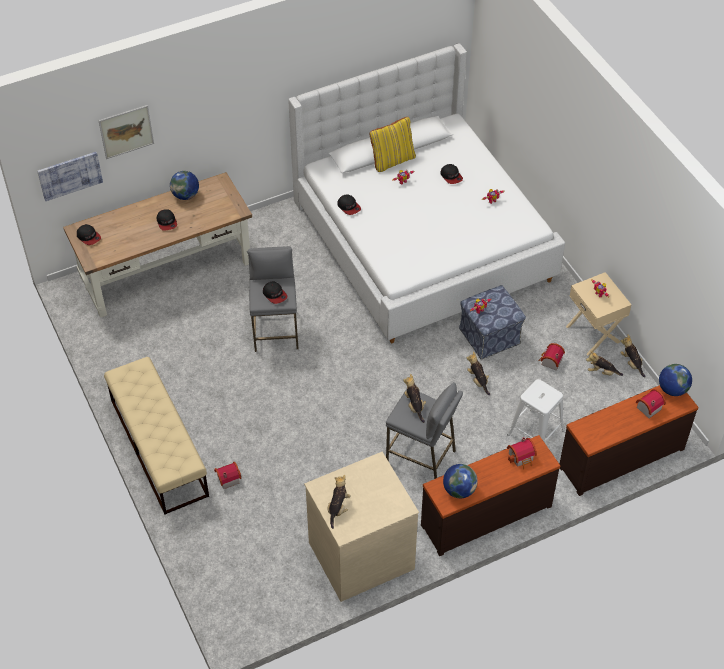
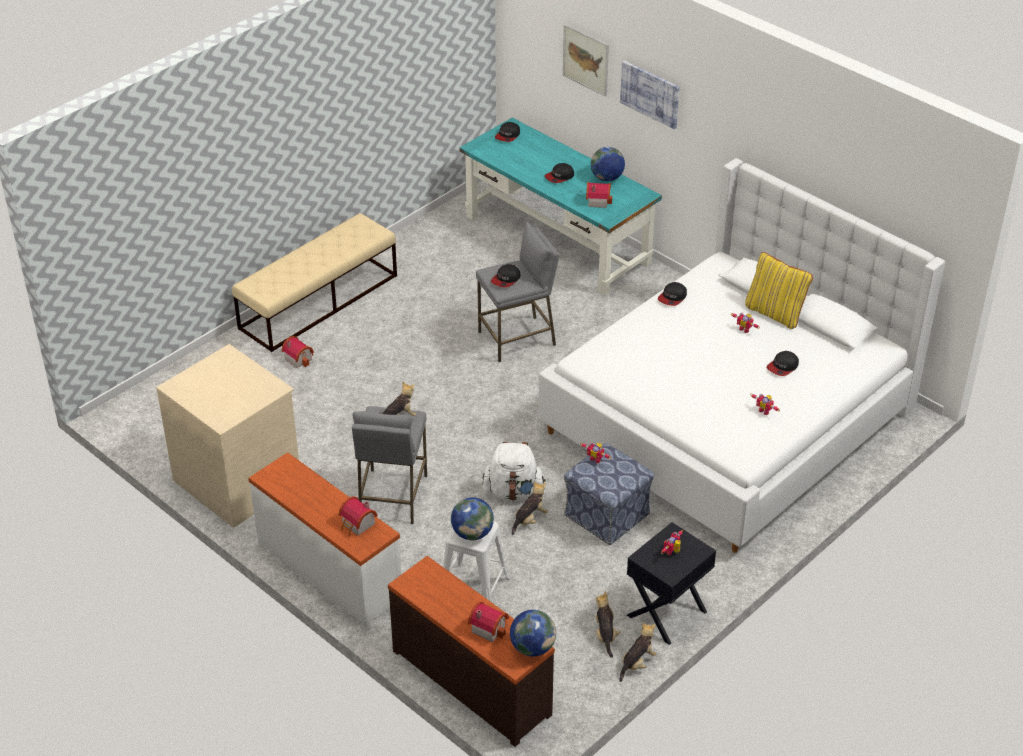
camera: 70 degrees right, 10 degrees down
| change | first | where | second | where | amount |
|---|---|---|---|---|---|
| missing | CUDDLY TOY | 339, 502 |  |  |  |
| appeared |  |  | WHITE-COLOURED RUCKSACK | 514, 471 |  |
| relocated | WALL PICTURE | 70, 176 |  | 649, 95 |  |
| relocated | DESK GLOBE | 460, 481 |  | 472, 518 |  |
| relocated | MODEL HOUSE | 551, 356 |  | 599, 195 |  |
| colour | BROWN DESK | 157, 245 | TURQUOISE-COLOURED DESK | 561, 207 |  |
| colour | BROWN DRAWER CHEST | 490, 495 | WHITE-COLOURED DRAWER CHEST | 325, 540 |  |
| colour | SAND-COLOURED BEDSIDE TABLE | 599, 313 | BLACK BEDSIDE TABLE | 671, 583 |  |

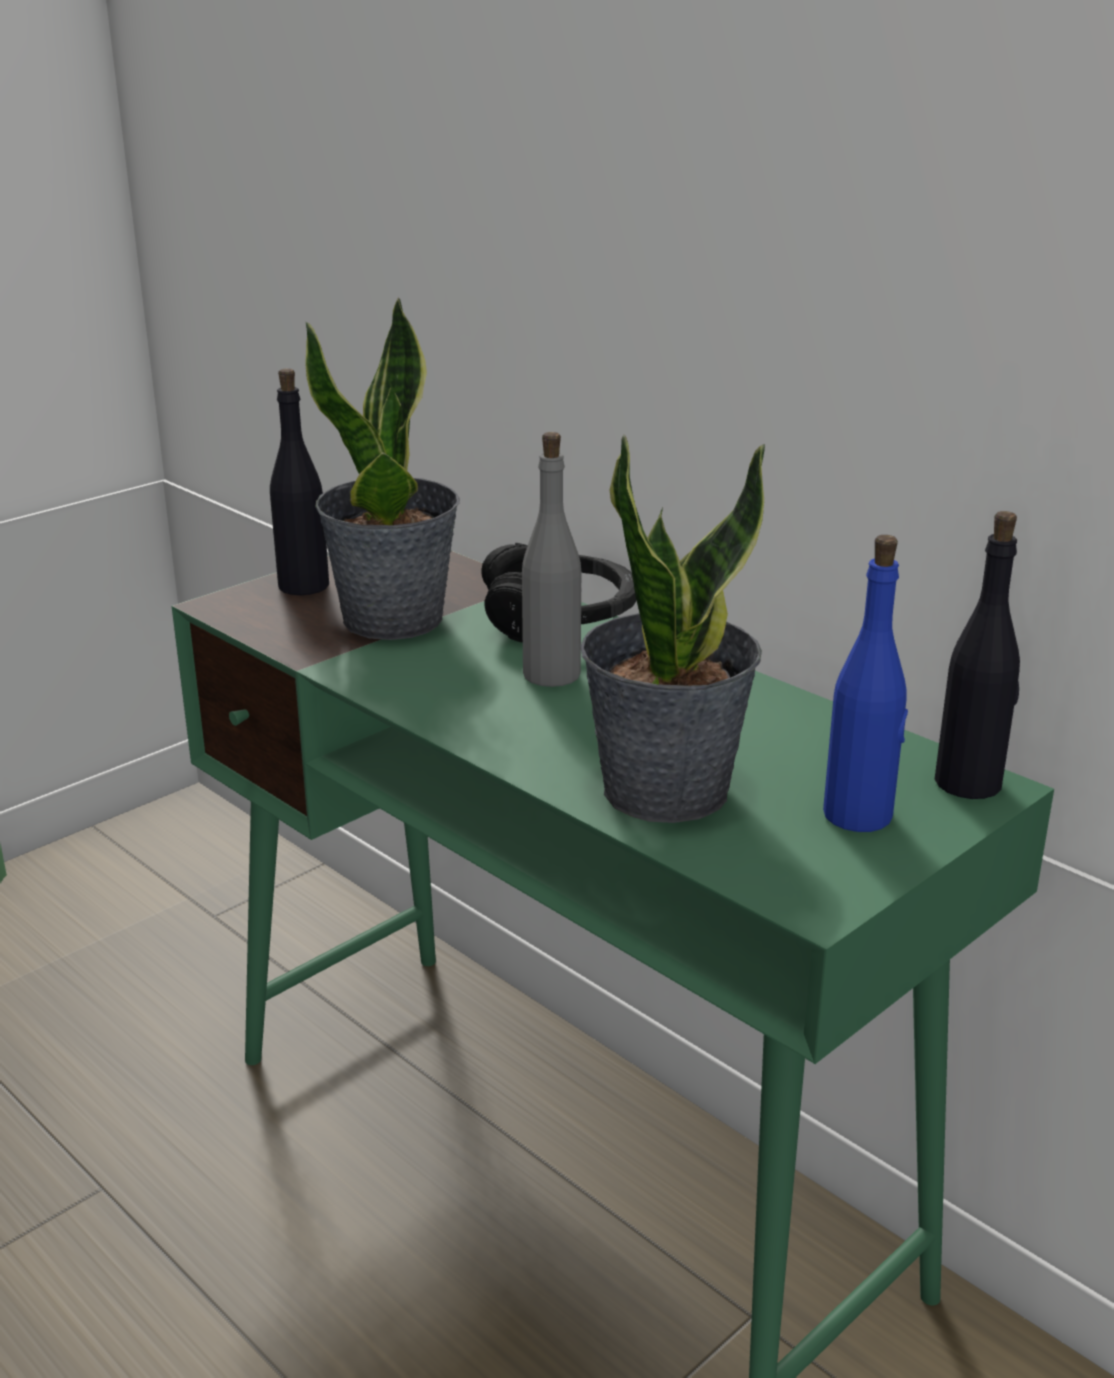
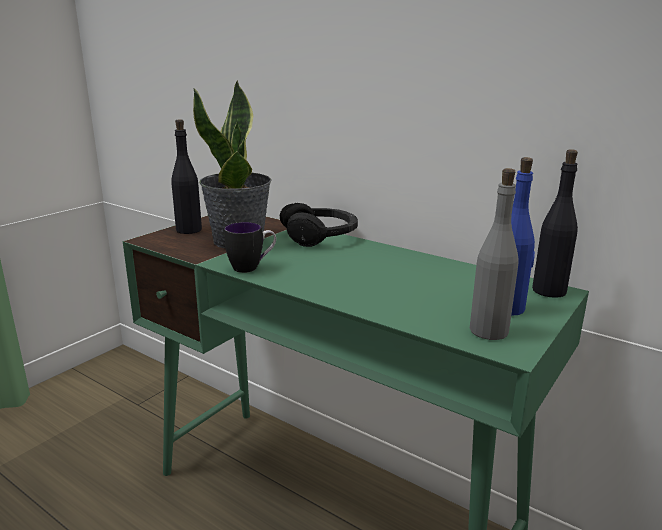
camera: 10 degrees left, 5 degrees down
| change | first | where | second | where | amount |
|---|---|---|---|---|---|
| missing | POTTED PLANT | 672, 628 |  |  |  |
| appeared |  |  | COFFEE MUG | 250, 247 |  |
| relocated | GREYISH BEVERAGE BOTTLE | 551, 559 |  | 494, 254 |  |

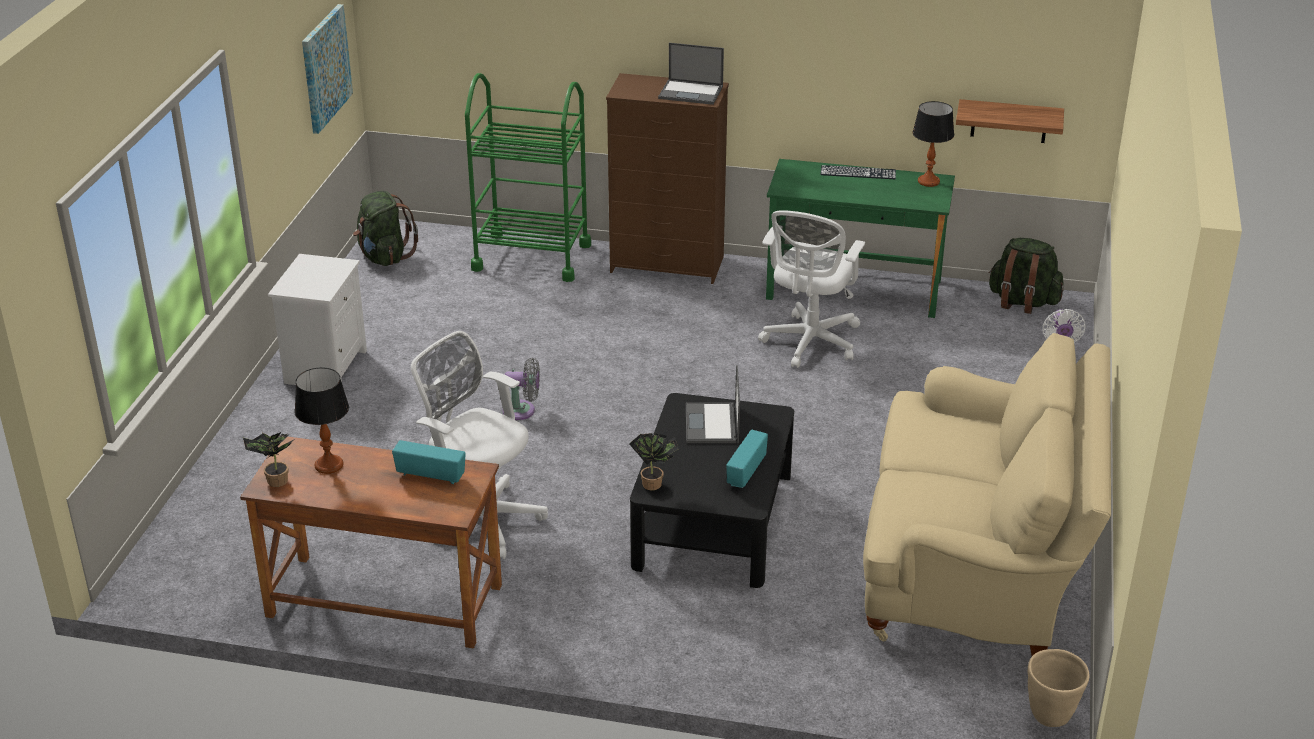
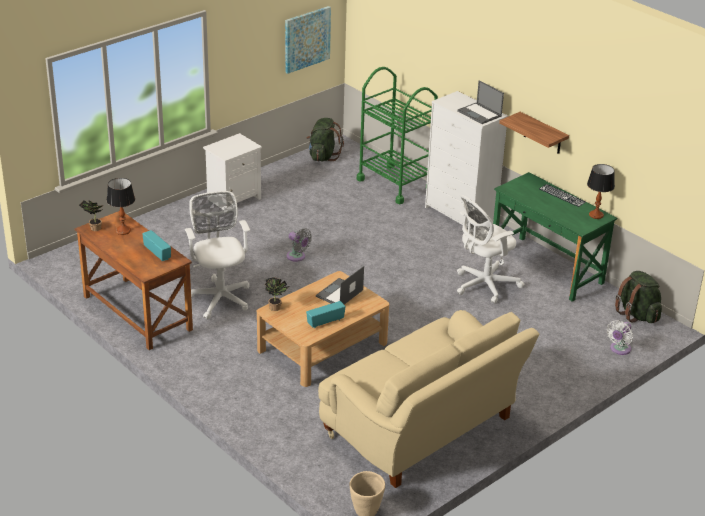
camera: 35 degrees right, 0 degrees up
| change | first | where | second | where | amount |
|---|---|---|---|---|---|
| relocated | SHELF | 1010, 121 |  | 534, 133 |  |
| colour | BROWN DRAWER CHEST | 667, 178 | WHITE-COLOURED DRAWER CHEST | 466, 159 |  |
| colour | BLACK COFFEE TABLE | 712, 490 | SAND-COLOURED COFFEE TABLE | 323, 329 |  |

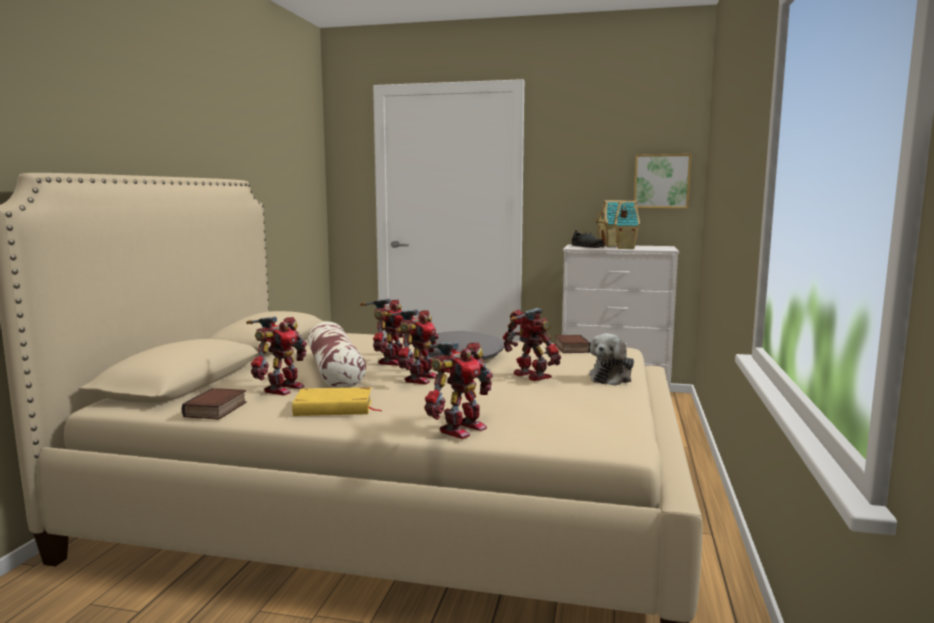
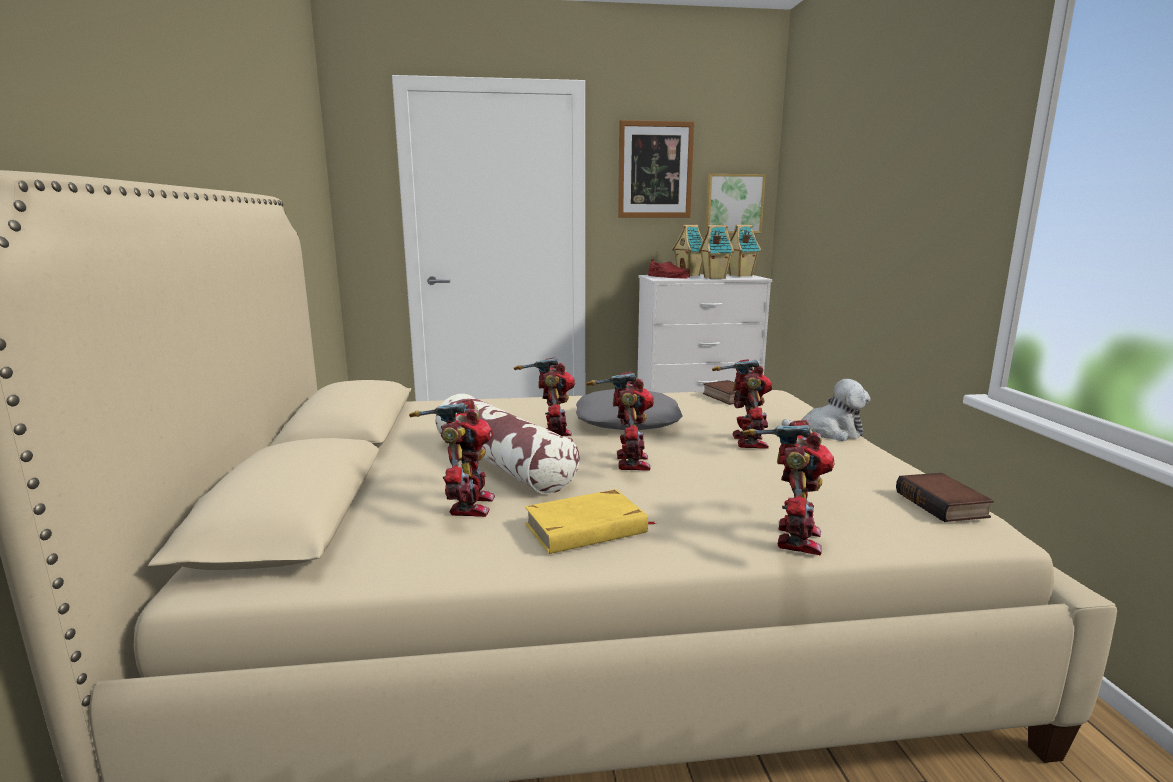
camera: 20 degrees left, 5 degrees up
| change | first | where | second | where | amount |
|---|---|---|---|---|---|
| appeared |  |  | WALL PICTURE | 656, 168 |  |
| appeared |  |  | MODEL HOUSE | 744, 251 |  |
| relocated | BOOK | 214, 403 |  | 945, 497 |  |
| colour | BLACK SHOE | 588, 239 | RED SHOE | 669, 269 |  |
| spun | TOY ROBOT | 532, 344 |  | 742, 404 | 60 degrees clockwise |
| spun | CUDDLY TOY | 612, 359 |  | 826, 410 | 105 degrees counterclockwise |

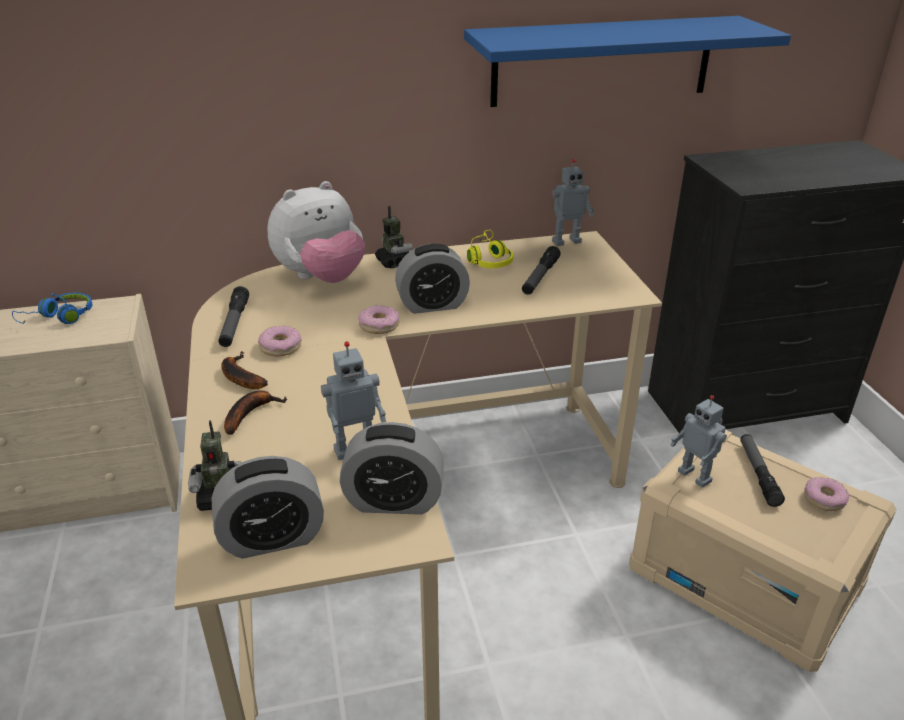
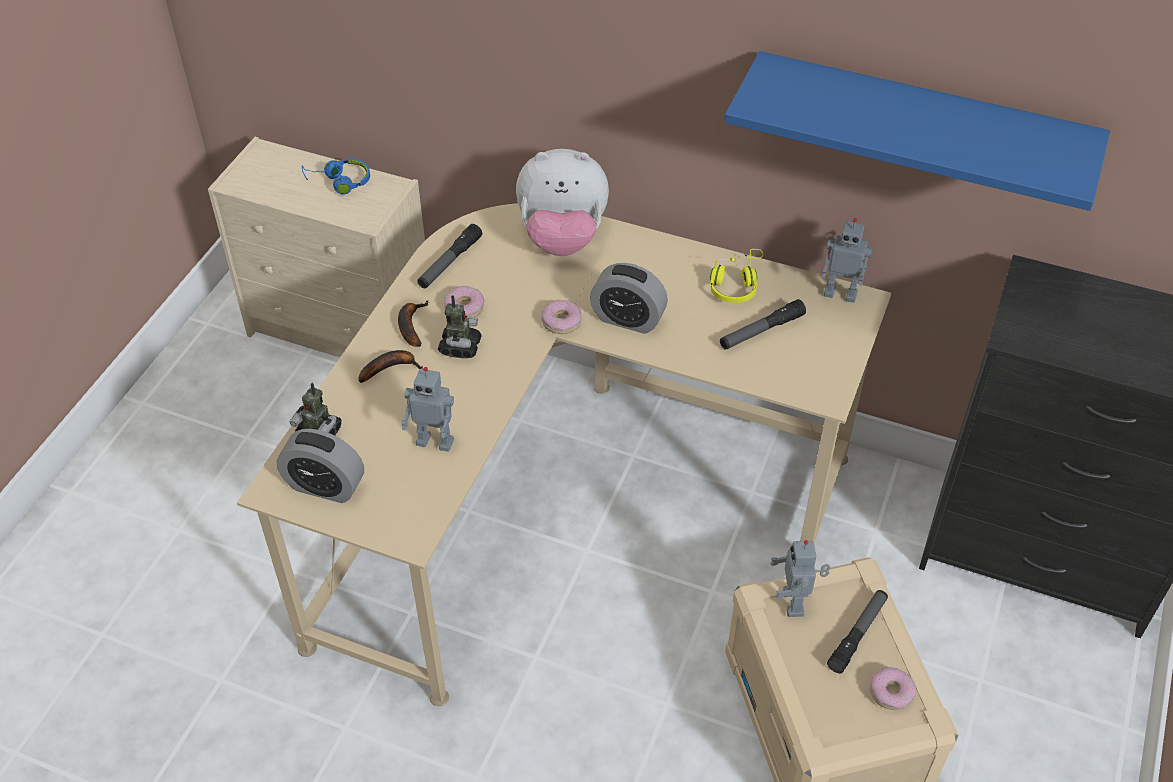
camera: 35 degrees right, 15 degrees up
| change | first | where | second | where | amount |
|---|---|---|---|---|---|
| missing | TABLE CLOCK | 392, 468 |  |  |  |
| relocated | TOY ROBOT | 394, 237 |  | 460, 326 |  |

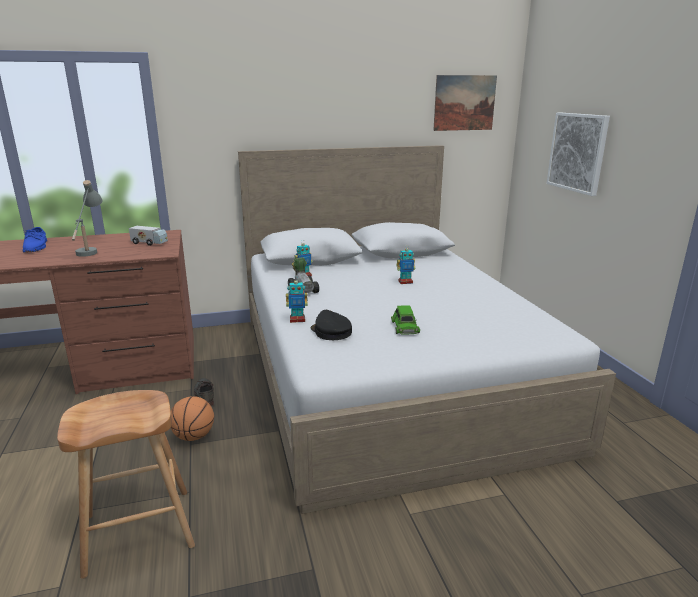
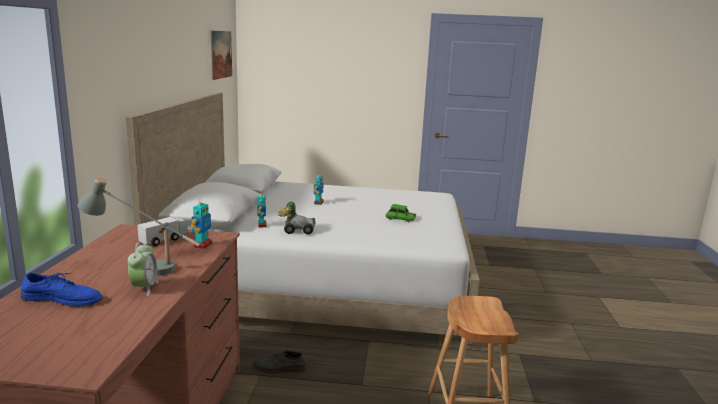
camera: 70 degrees left, 5 degrees down
| change | first | where | second | where | amount |
|---|---|---|---|---|---|
| missing | BASKETBALL BALL | 192, 418 |  |  |  |
| missing | BLACK PEAKED CAP | 331, 325 |  |  |  |
| missing | WALL PICTURE | 578, 154 |  |  |  |
| appeared |  |  | TABLE CLOCK | 143, 269 |  |
| relocated | TOY ROBOT | 297, 300 |  | 201, 223 |  |

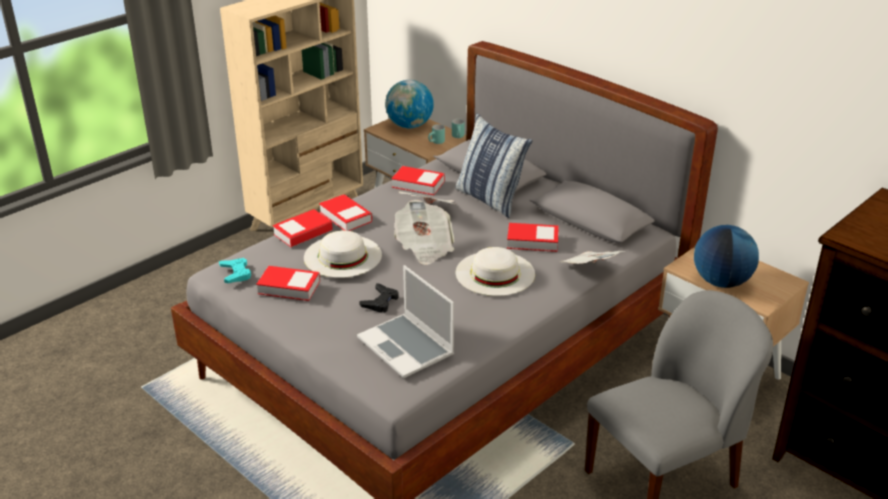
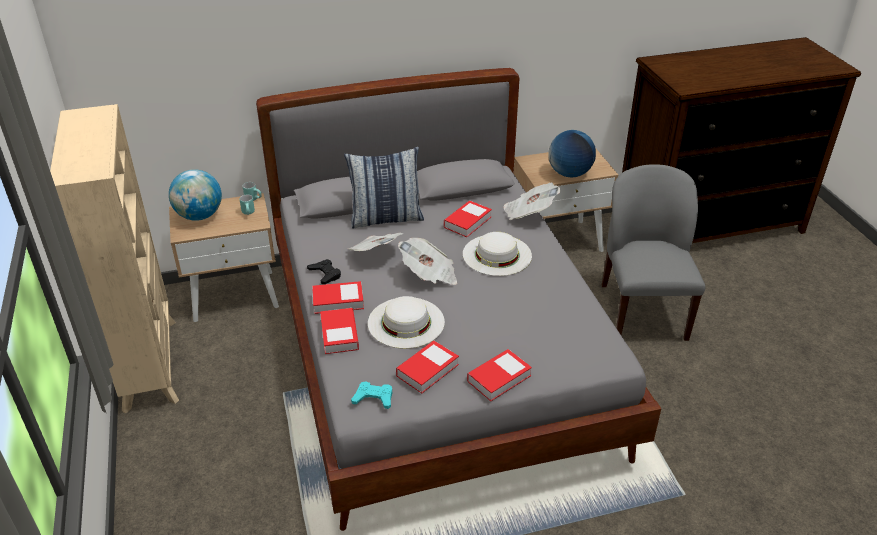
camera: 60 degrees left, 5 degrees up
| change | first | where | second | where | amount |
|---|---|---|---|---|---|
| missing | PORTABLE COMPUTER | 405, 321 |  |  |  |
| relocated | BLACK JOYPAD | 379, 298 |  | 324, 271 |  |
| relocated | BOOK | 418, 180 |  | 499, 375 |  |

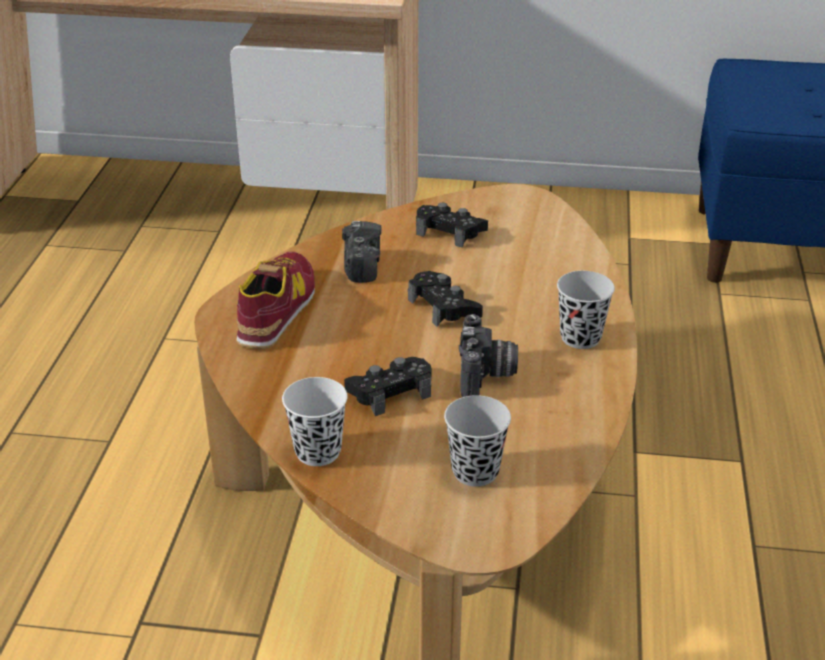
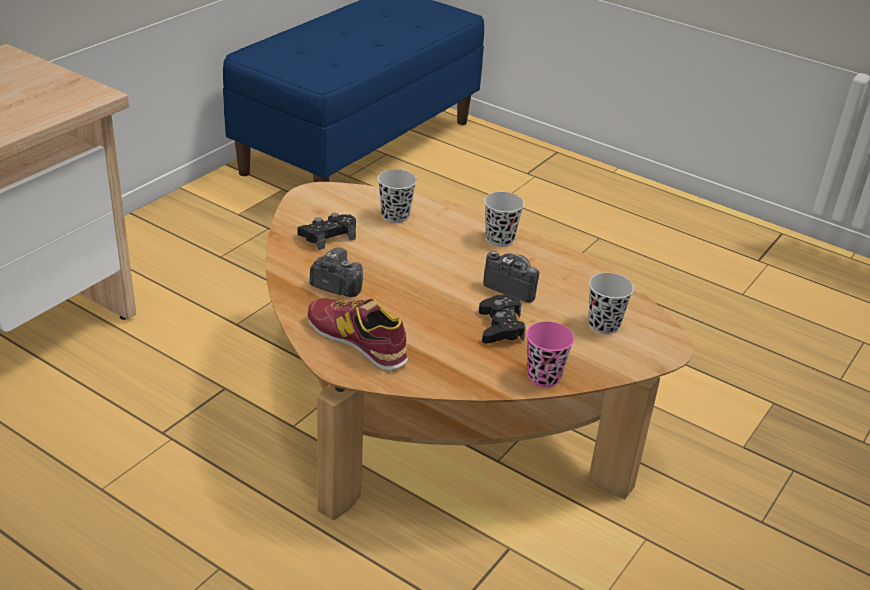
camera: 65 degrees left, 0 degrees up
| change | first | where | second | where | amount |
|---|---|---|---|---|---|
| missing | BLACK JOYPAD | 445, 299 |  |  |  |
| appeared |  |  | BLACK SMALL CUP | 397, 196 |  |
| colour | WHITE-COLOURED SMALL CUP | 315, 421 | PINK SMALL CUP | 550, 354 |  |

